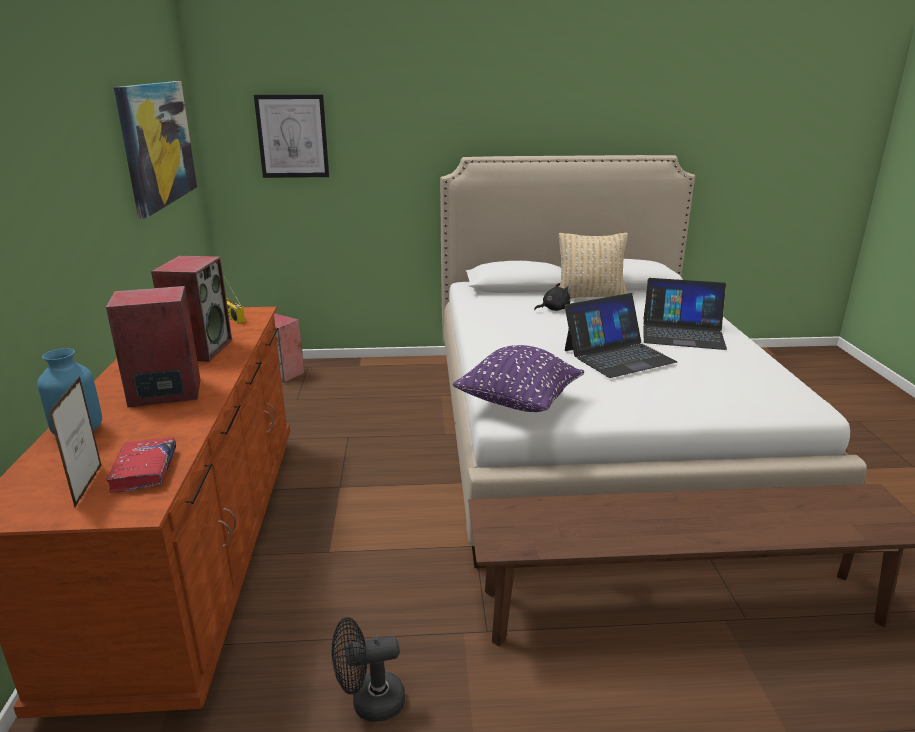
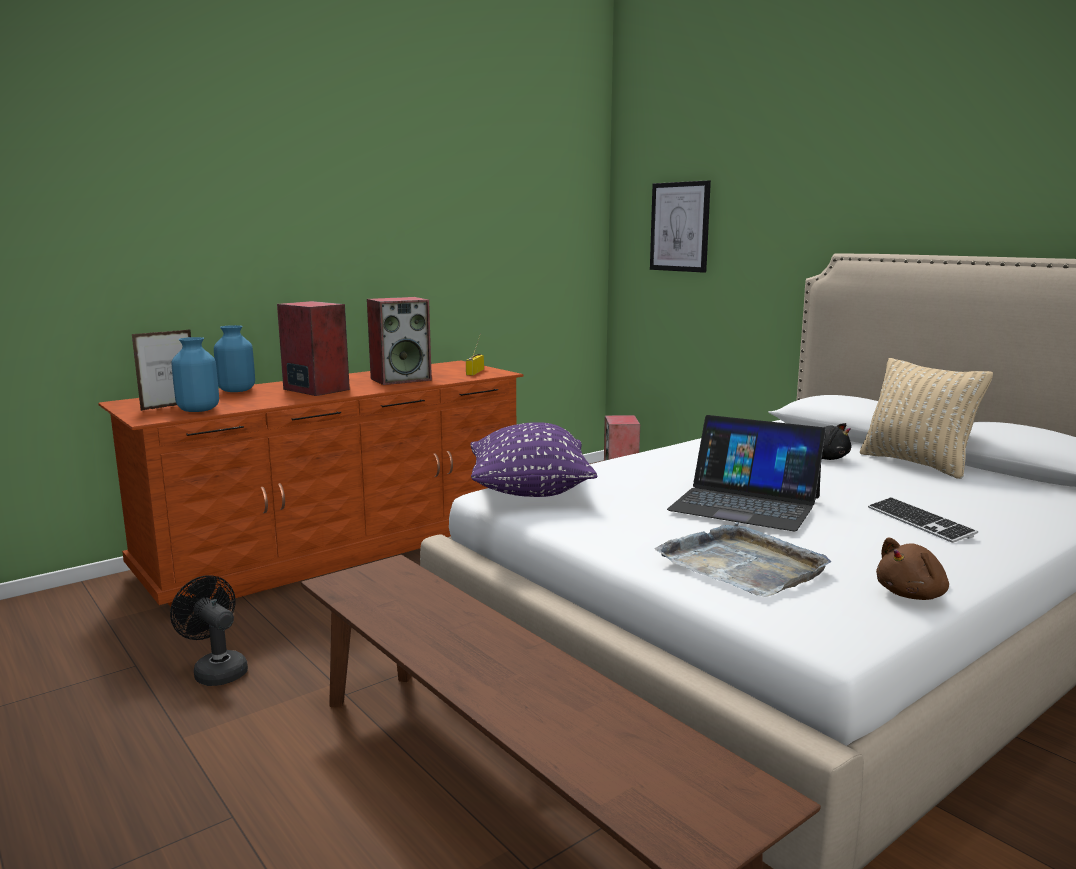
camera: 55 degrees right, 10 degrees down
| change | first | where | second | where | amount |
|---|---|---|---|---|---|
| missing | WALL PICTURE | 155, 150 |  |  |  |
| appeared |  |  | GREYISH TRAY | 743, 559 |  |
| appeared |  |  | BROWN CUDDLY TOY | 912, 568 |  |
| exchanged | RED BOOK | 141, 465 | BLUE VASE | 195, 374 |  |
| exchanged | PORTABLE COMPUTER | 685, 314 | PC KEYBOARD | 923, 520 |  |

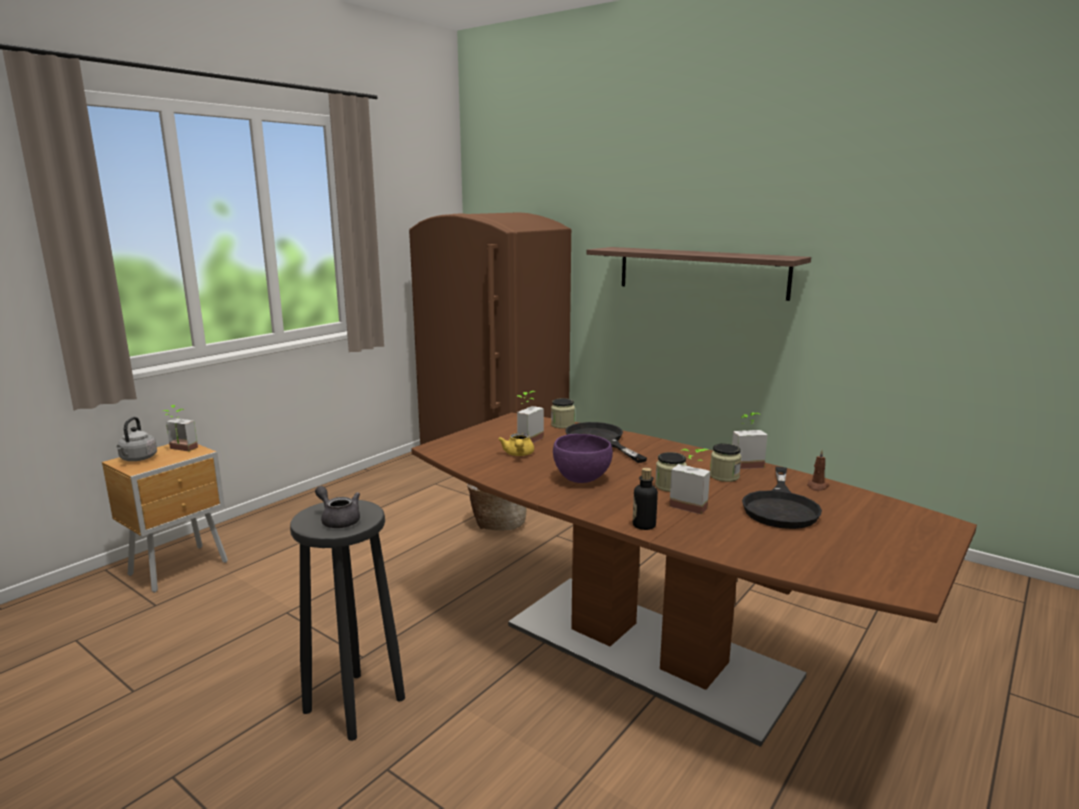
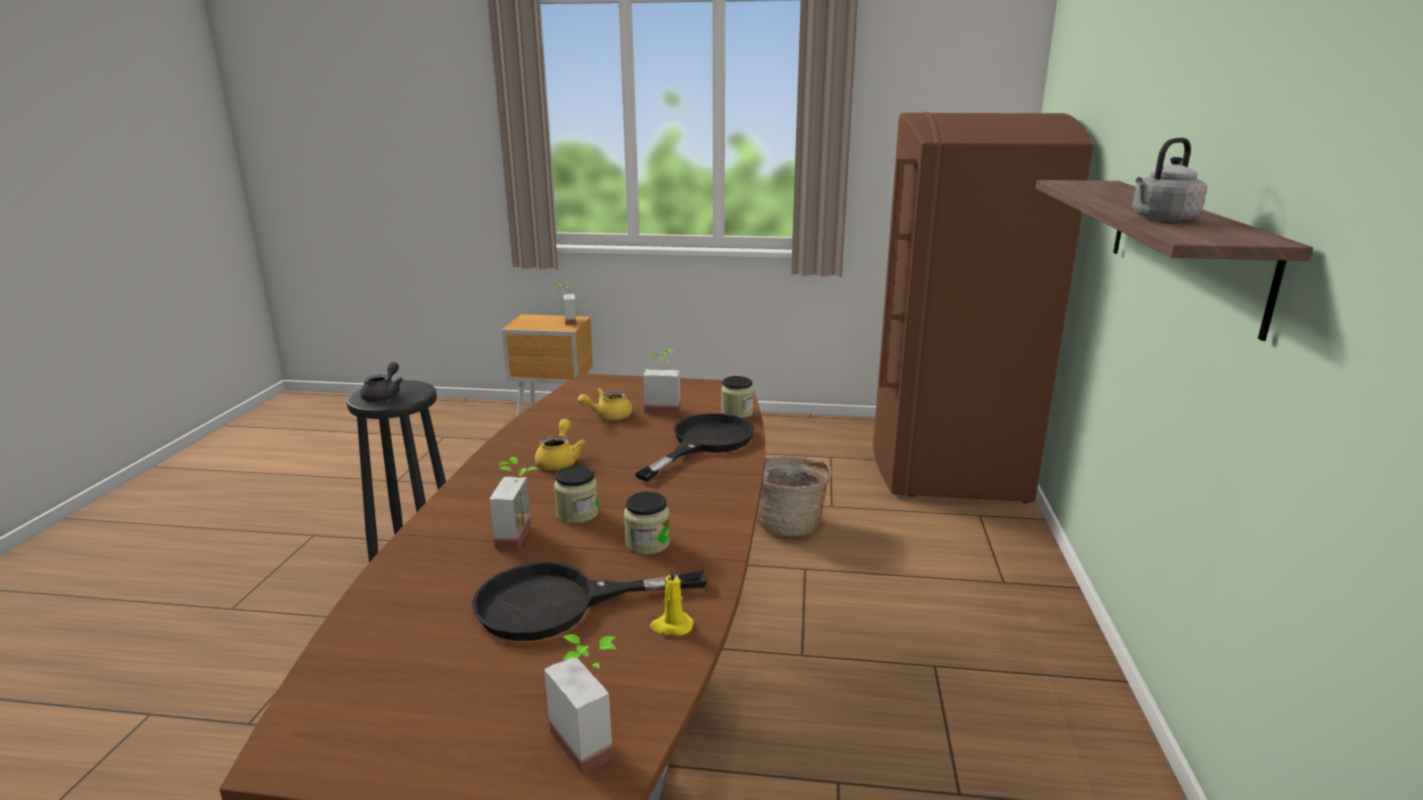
camera: 60 degrees right, 5 degrees up
| change | first | where | second | where | amount |
|---|---|---|---|---|---|
| missing | BEVERAGE BOTTLE | 645, 499 |  |  |  |
| relocated | GREYISH KETTLE | 137, 439 |  | 1169, 180 |  |
| relocated | POTTED PLANT | 749, 441 |  | 580, 705 |  |
| exchanged | PURPLISH DEEP DISH | 583, 458 | YELLOWISH POT FOR TEA | 560, 444 |  |
| colour | BROWN WAX LIGHT | 818, 470 | YELLOWISH WAX LIGHT | 672, 601 |  |

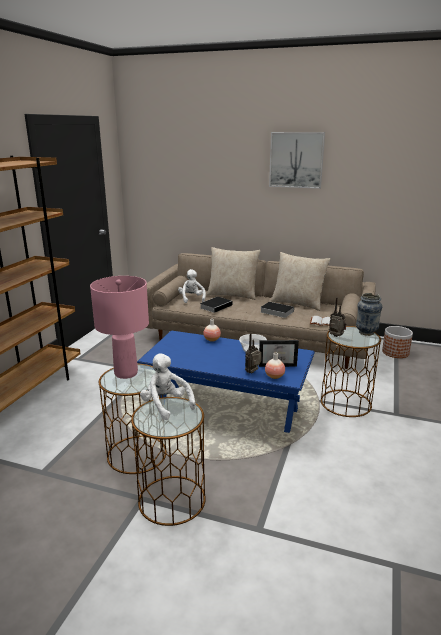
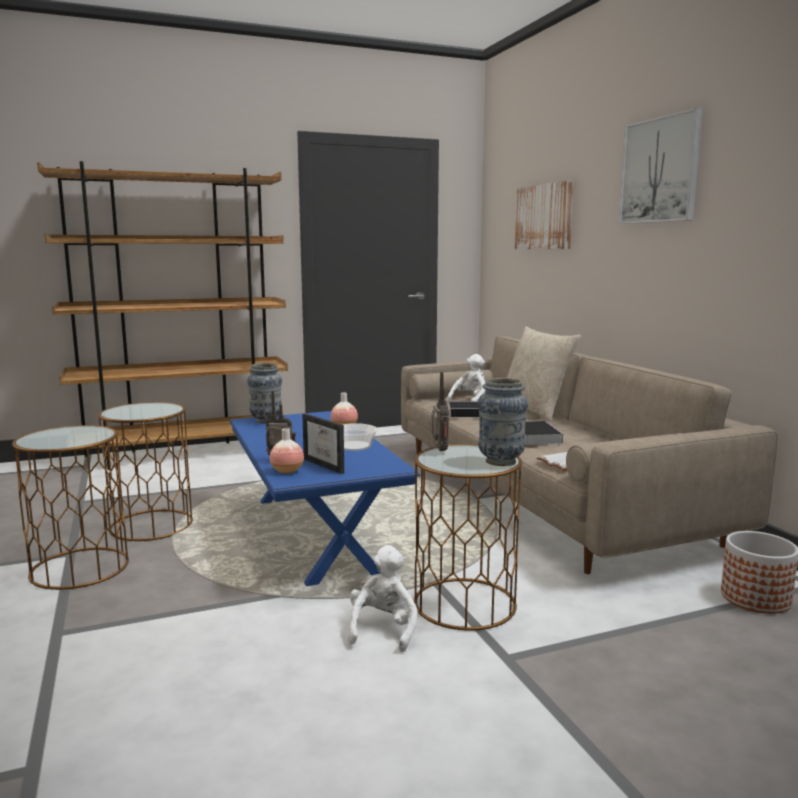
camera: 50 degrees right, 10 degrees down
| change | first | where | second | where | amount |
|---|---|---|---|---|---|
| missing | PINK TABLETOP LAMP | 119, 327 |  |  |  |
| missing | SAND-COLOURED THROW PILLOW | 300, 281 |  |  |  |
| appeared |  |  | VASE | 264, 393 |  |
| appeared |  |  | WALL PICTURE | 544, 214 |  |
| relocated | WHITE-COLOURED CUDDLY TOY | 168, 386 |  | 383, 598 |  |

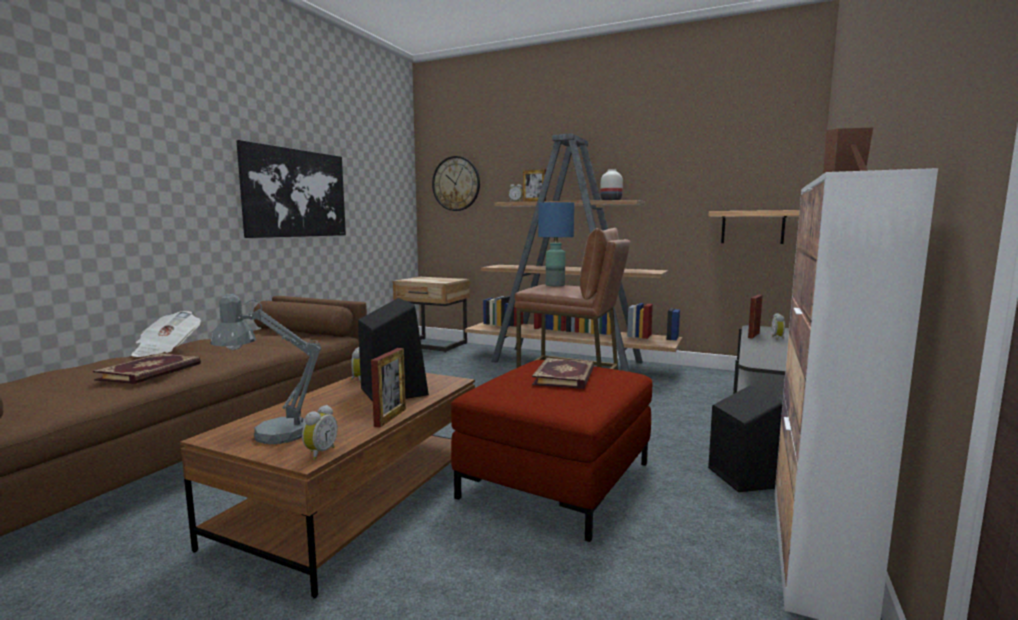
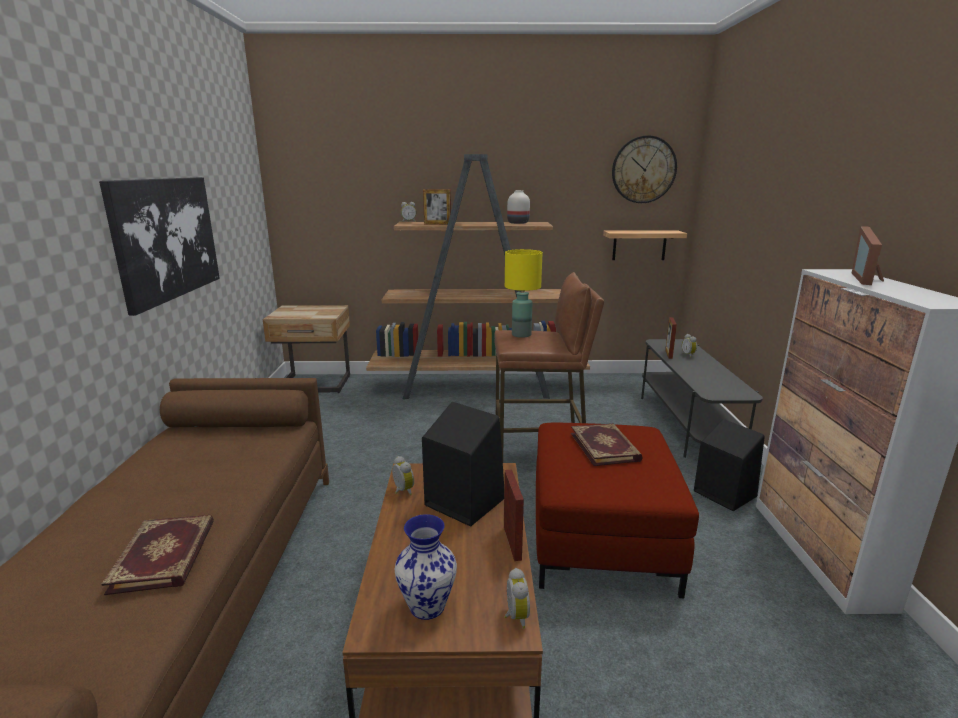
camera: 25 degrees left, 10 degrees up
| change | first | where | second | where | amount |
|---|---|---|---|---|---|
| missing | DAILY PAPER | 166, 334 |  |  |  |
| relocated | HANGING CLOCK | 456, 183 |  | 644, 169 |  |
| exchanged | GREYISH TABLETOP LAMP | 265, 369 | VASE | 425, 567 |  |
| colour | BLUE TABLETOP LAMP | 556, 244 | YELLOWISH TABLETOP LAMP | 524, 293 |  |

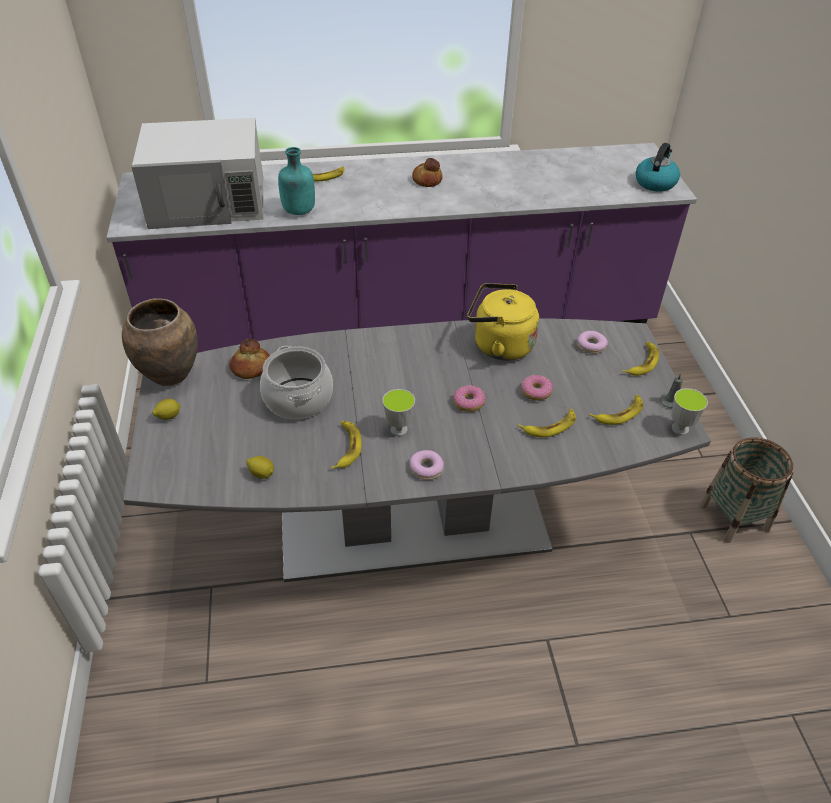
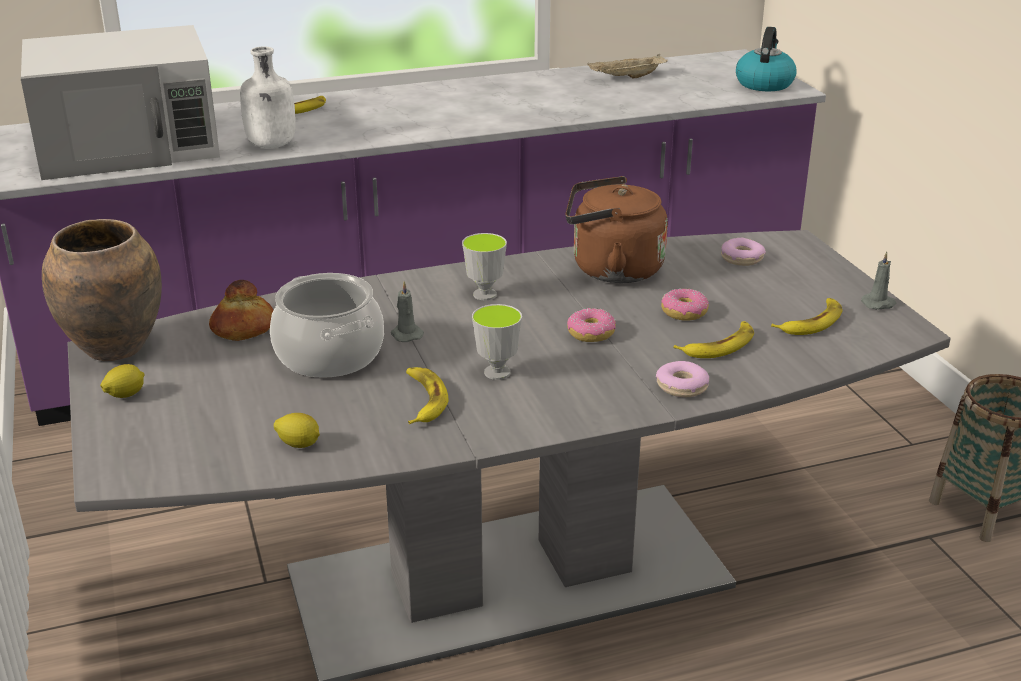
camera: 10 degrees left, 15 degrees down
| change | first | where | second | where | amount |
|---|---|---|---|---|---|
| missing | BAKERY BREAD | 427, 172 |  |  |  |
| missing | BANANA | 640, 358 |  |  |  |
| appeared |  |  | GREYISH WAX LIGHT | 407, 311 |  |
| appeared |  |  | SAND-COLOURED TRAY | 627, 66 |  |
| relocated | DOUGHNUT | 427, 465 |  | 682, 379 |  |
| relocated | SMALL CUP | 689, 411 |  | 484, 266 |  |
| colour | TURQUOISE-COLOURED BEVERAGE BOTTLE | 296, 181 | WHITE-COLOURED BEVERAGE BOTTLE | 268, 97 |  |
| colour | YELLOWISH KETTLE | 503, 322 | BROWN KETTLE | 616, 229 |  |

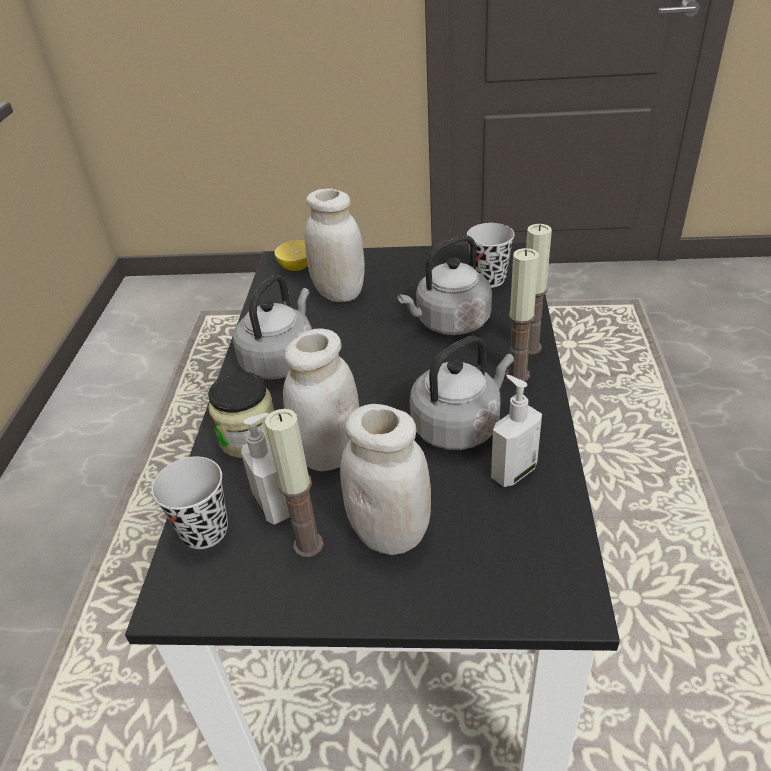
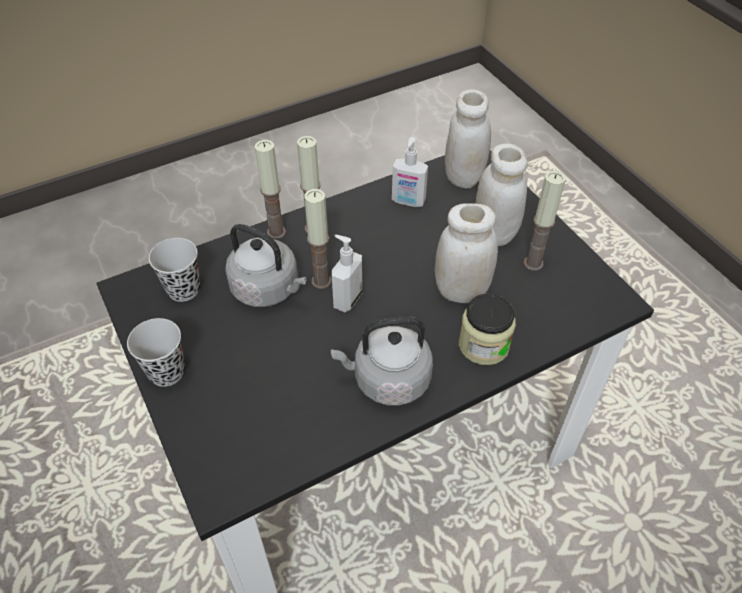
camera: 125 degrees left, 10 degrees up
| change | first | where | second | where | amount |
|---|---|---|---|---|---|
| missing | CITRUS FRUIT | 291, 255 |  |  |  |
| missing | GREYISH KETTLE | 462, 392 |  |  |  |
| appeared |  |  | WAX LIGHT | 318, 239 |  |
| relocated | BLACK SMALL CUP | 190, 502 |  | 156, 352 |  |
| relocated | SOAP BOTTLE | 265, 469 |  | 347, 274 |  |
| relocated | WHITE-COLOURED STORAGE JAR | 335, 245 |  | 468, 138 |  |

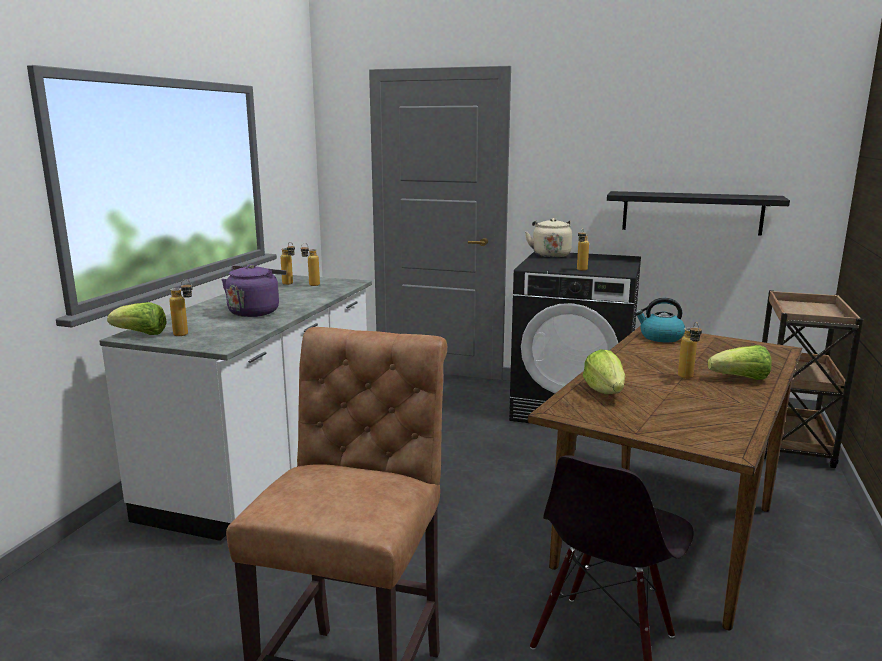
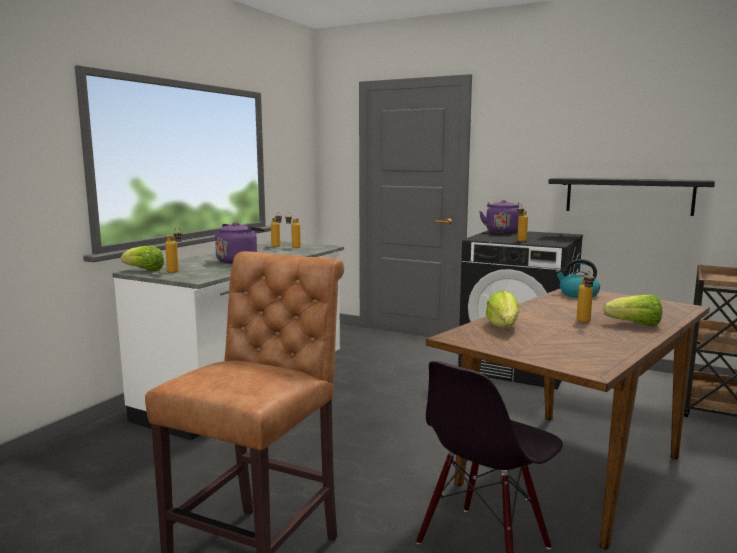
camera: 10 degrees right, 5 degrees down
| change | first | where | second | where | amount |
|---|---|---|---|---|---|
| colour | SAND-COLOURED KETTLE | 548, 238 | PURPLISH KETTLE | 499, 216 |  |

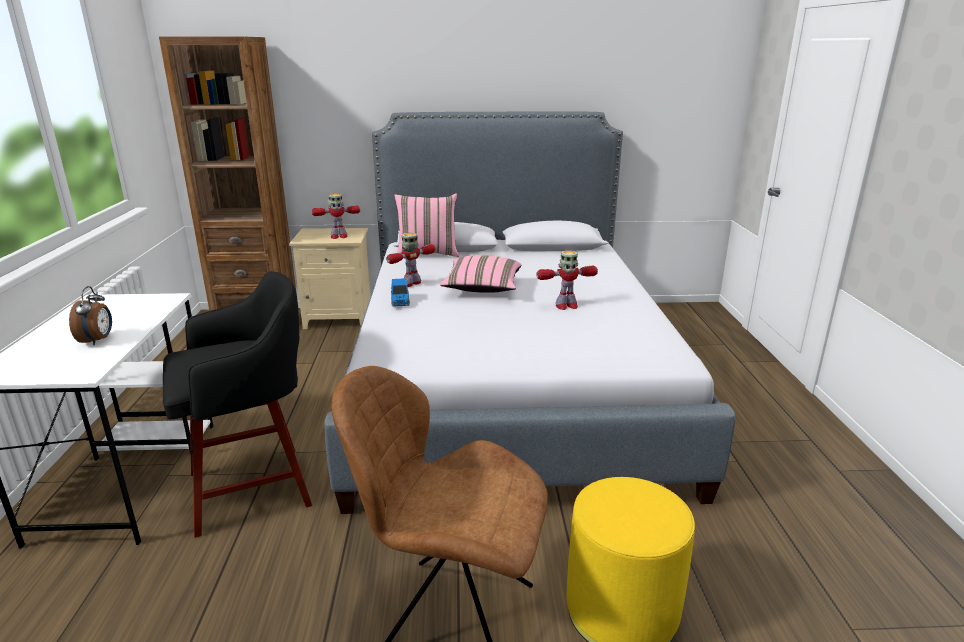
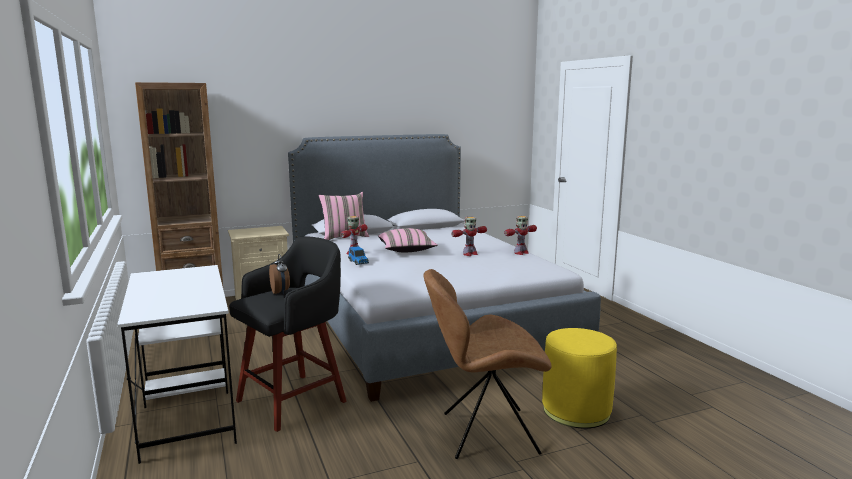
camera: 20 degrees left, 10 degrees down
| change | first | where | second | where | amount |
|---|---|---|---|---|---|
| relocated | TABLE CLOCK | 90, 315 |  | 279, 274 |  |
| relocated | TOY ROBOT | 336, 216 |  | 520, 235 |  |

